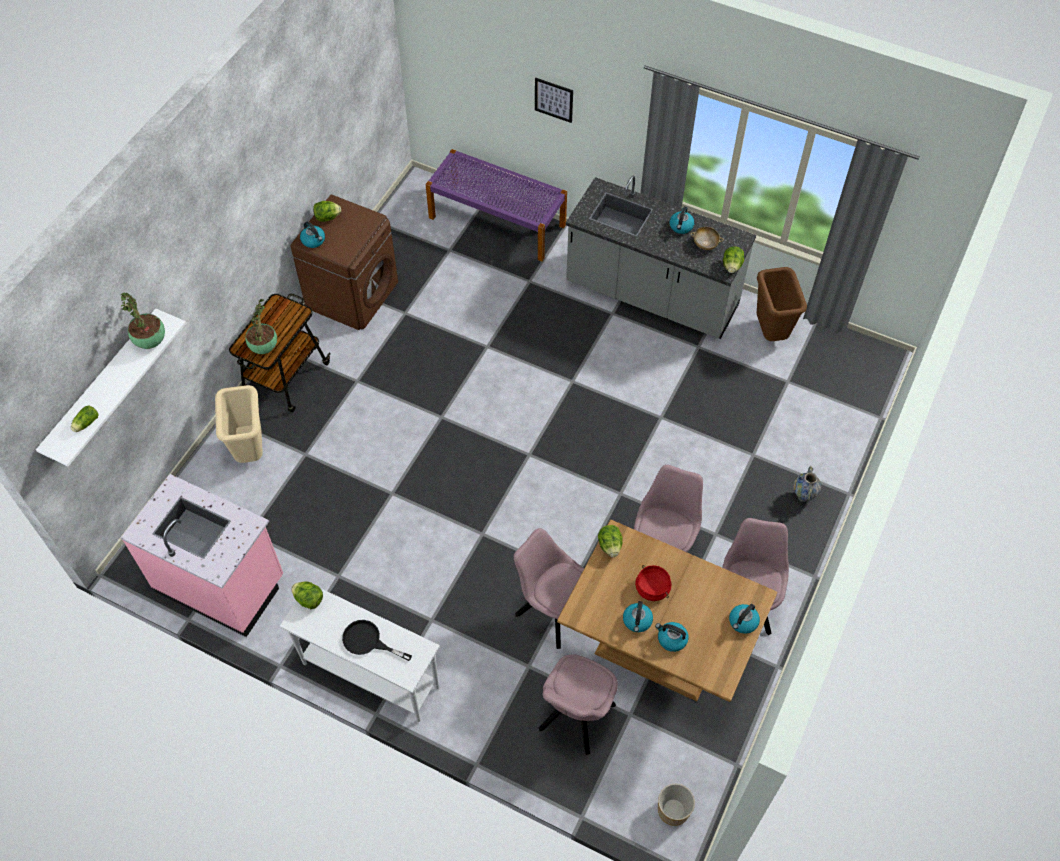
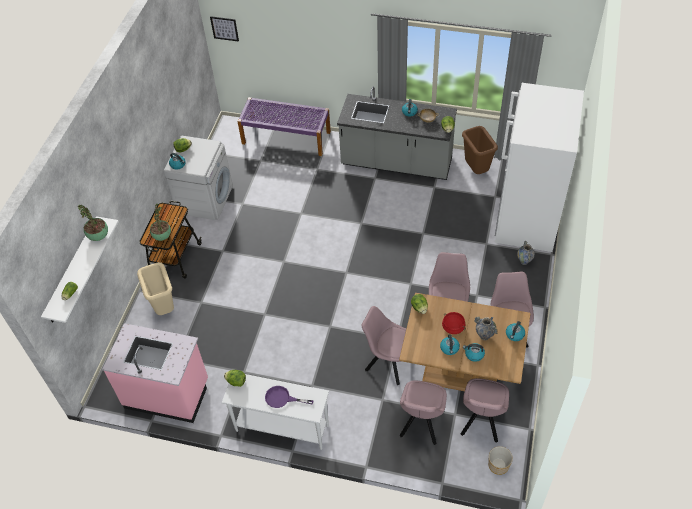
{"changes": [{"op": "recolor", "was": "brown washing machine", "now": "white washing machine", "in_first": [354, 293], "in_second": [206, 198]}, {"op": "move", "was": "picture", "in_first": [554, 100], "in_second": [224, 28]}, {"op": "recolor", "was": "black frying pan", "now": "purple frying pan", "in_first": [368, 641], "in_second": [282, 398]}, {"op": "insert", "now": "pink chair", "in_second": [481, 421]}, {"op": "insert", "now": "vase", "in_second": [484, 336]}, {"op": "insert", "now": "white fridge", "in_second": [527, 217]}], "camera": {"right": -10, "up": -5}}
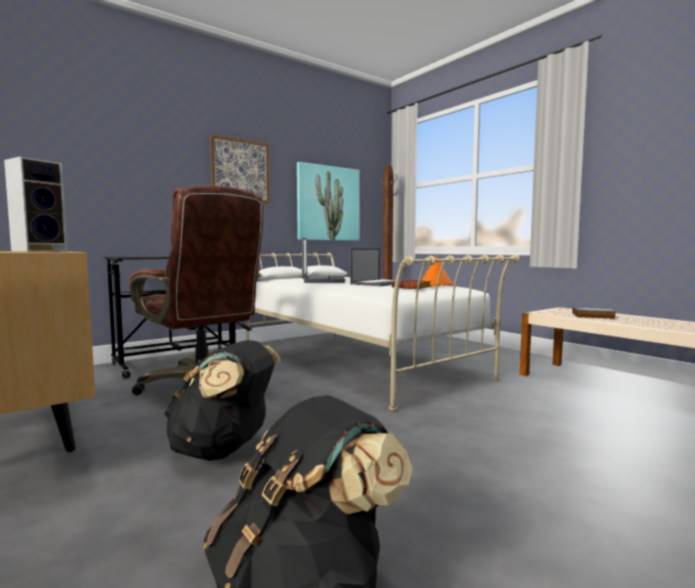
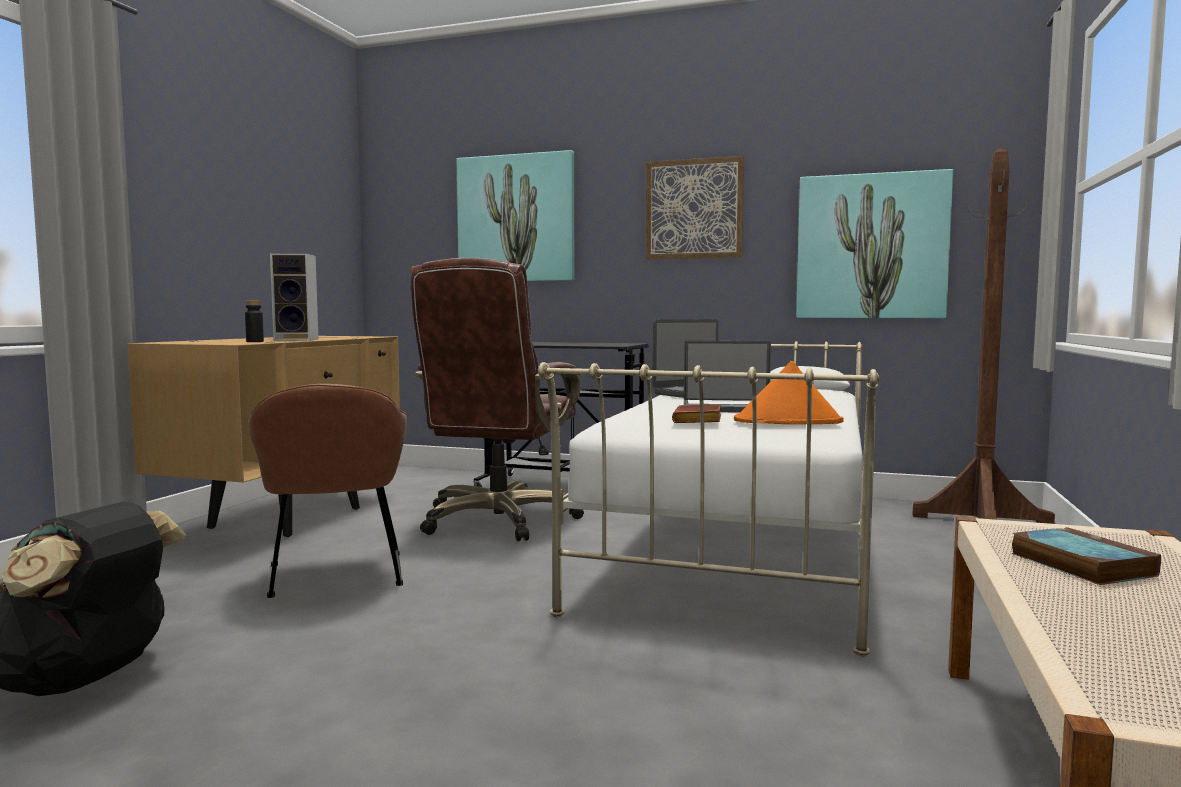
{"changes": [{"op": "insert", "now": "black bottle", "in_second": [255, 342]}, {"op": "replace", "was": "black backpack", "now": "brown armchair", "in_first": [224, 451], "in_second": [334, 578]}, {"op": "insert", "now": "picture", "in_second": [516, 219]}], "camera": {"right": 55, "up": 0}}
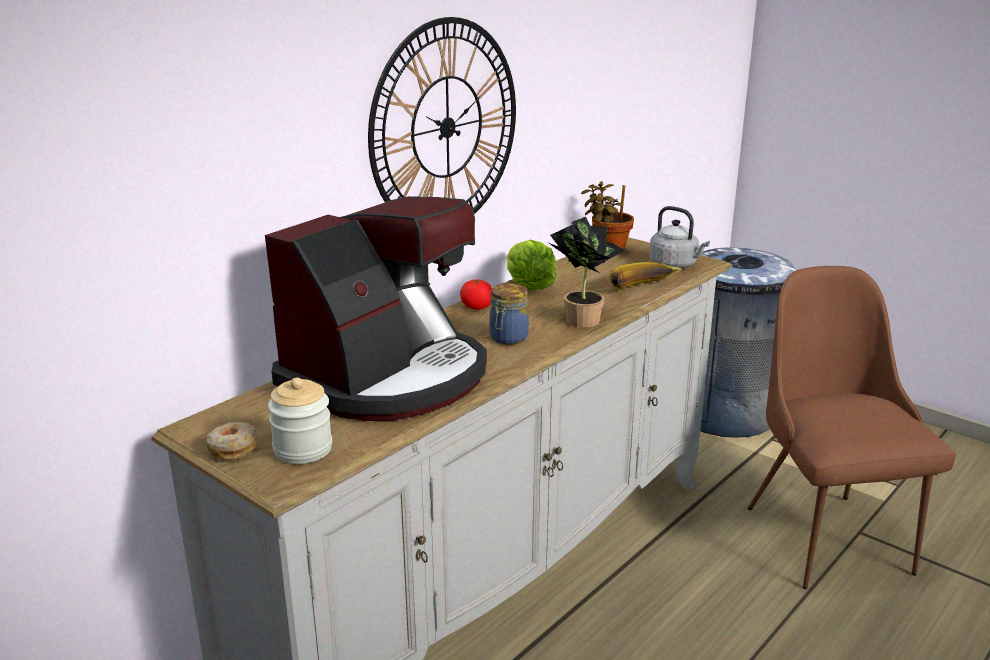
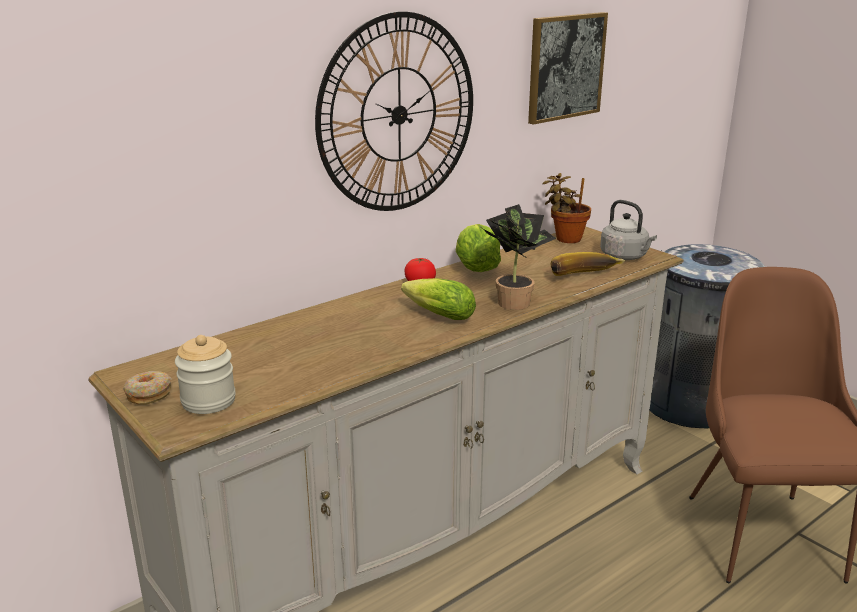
{"changes": [{"op": "replace", "was": "jar", "now": "lettuce", "in_first": [507, 338], "in_second": [436, 315]}, {"op": "insert", "now": "picture", "in_second": [565, 67]}, {"op": "delete", "was": "coffee machine", "in_first": [388, 377]}], "camera": {"right": 10, "up": 0}}
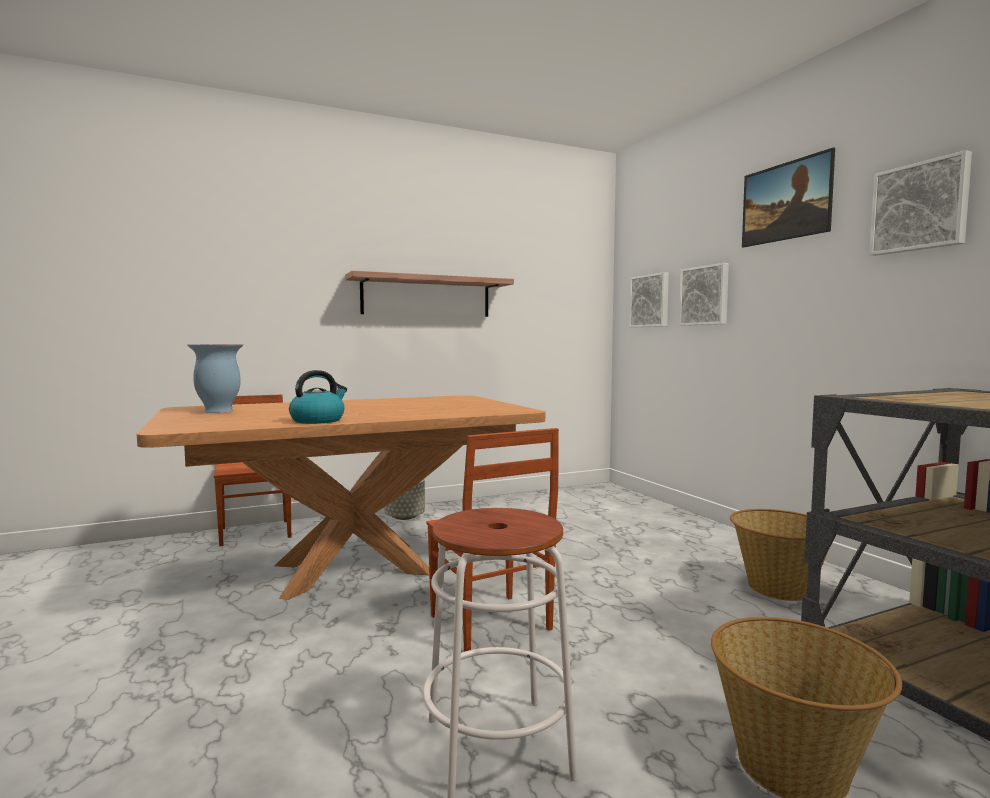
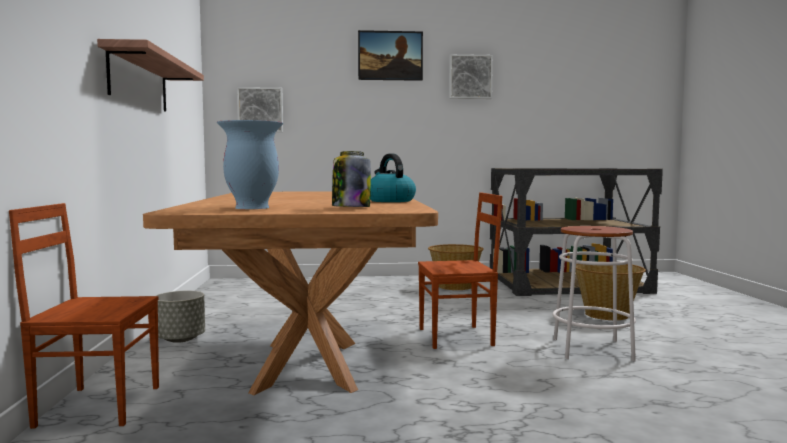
{"changes": [{"op": "insert", "now": "jar", "in_second": [350, 208]}, {"op": "delete", "was": "picture", "in_first": [705, 295]}], "camera": {"right": -70, "up": 0}}
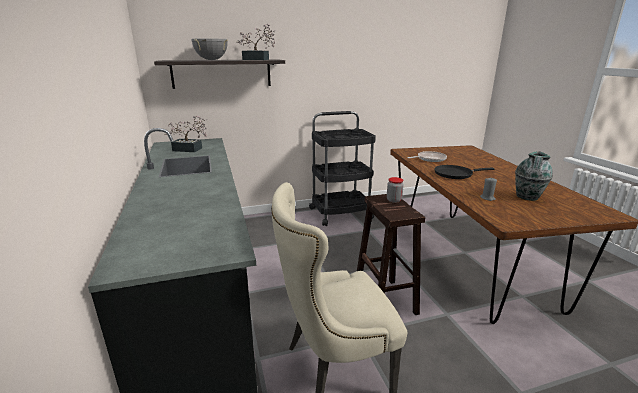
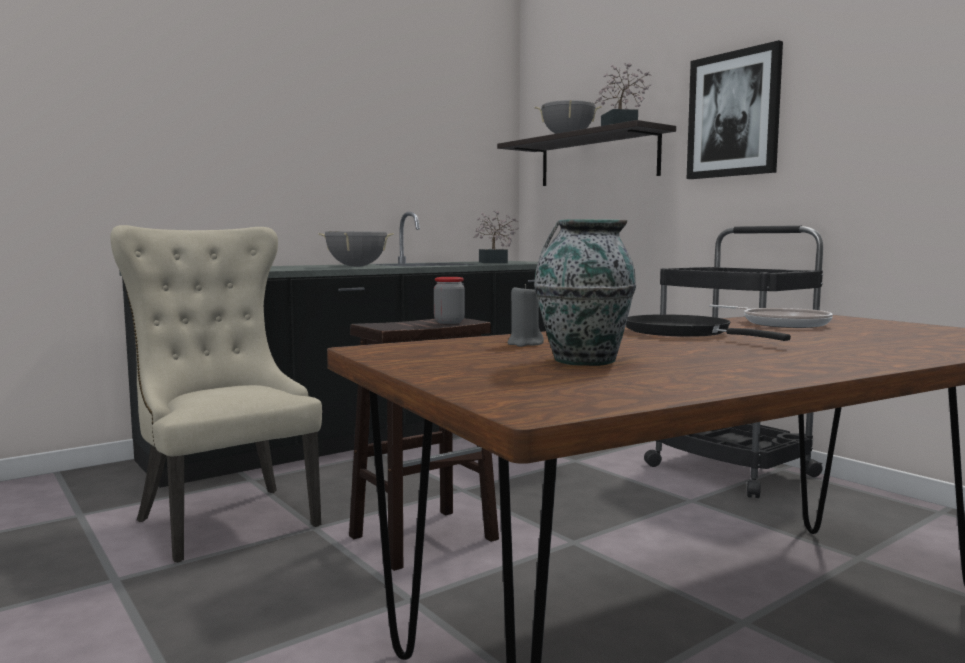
{"changes": [{"op": "insert", "now": "grey cooking pot", "in_second": [356, 266]}, {"op": "insert", "now": "picture", "in_second": [733, 114]}], "camera": {"right": 70, "up": -15}}
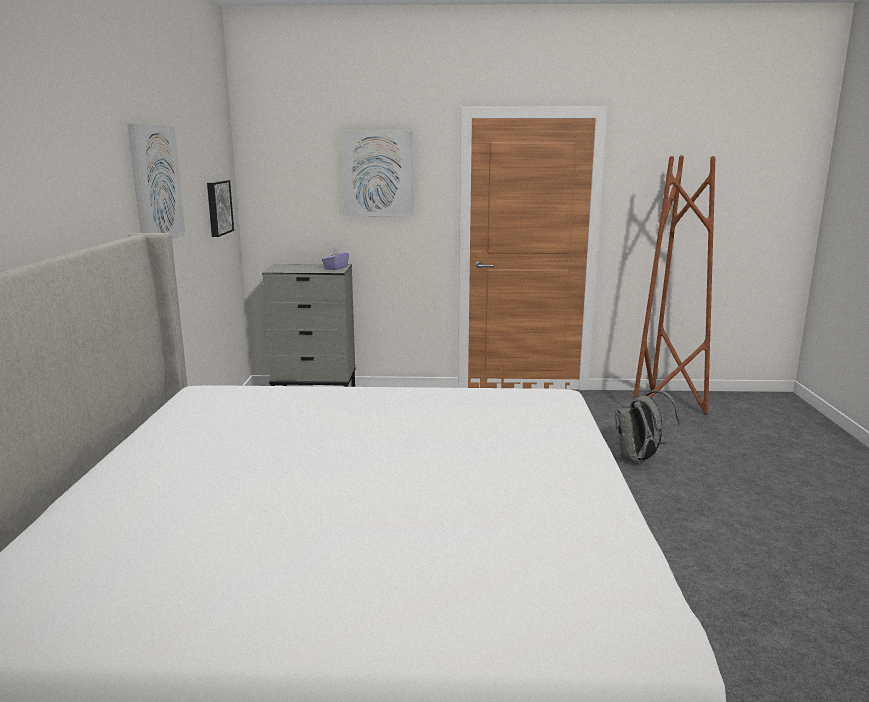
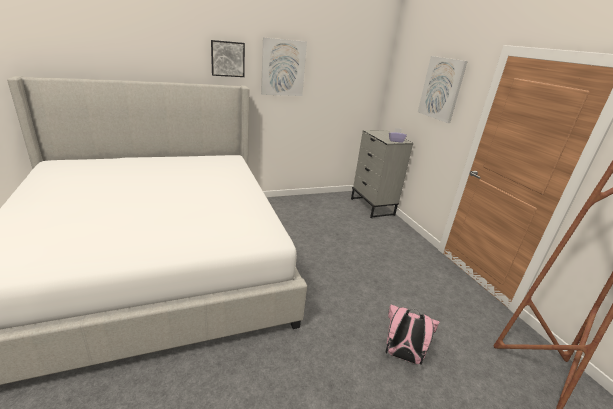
{"changes": [{"op": "move", "was": "picture", "in_first": [218, 207], "in_second": [227, 59]}, {"op": "recolor", "was": "grey backpack", "now": "pink backpack", "in_first": [639, 460], "in_second": [401, 355]}], "camera": {"right": 65, "up": 10}}
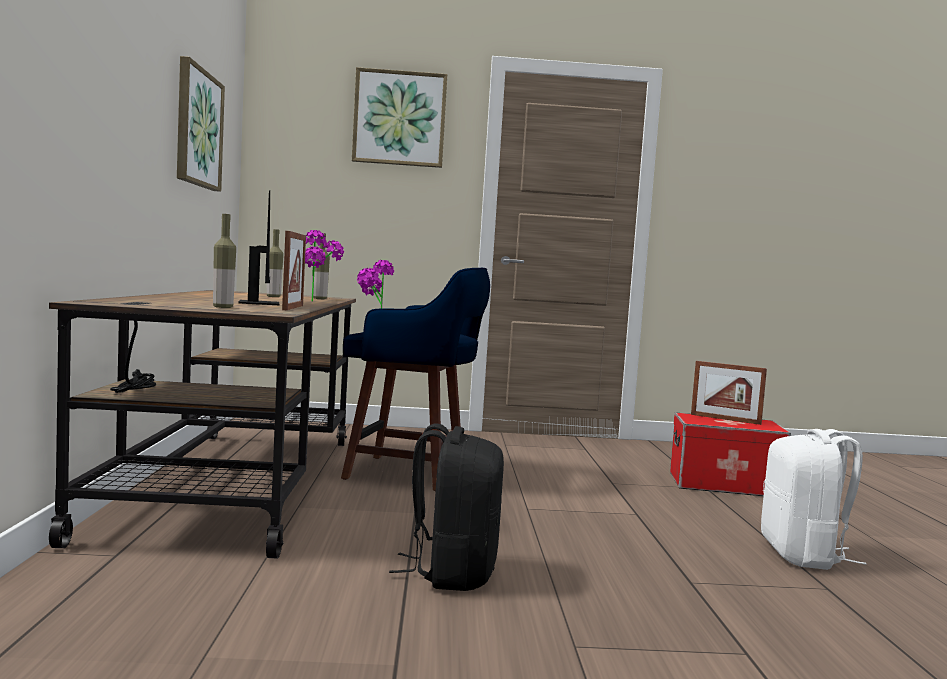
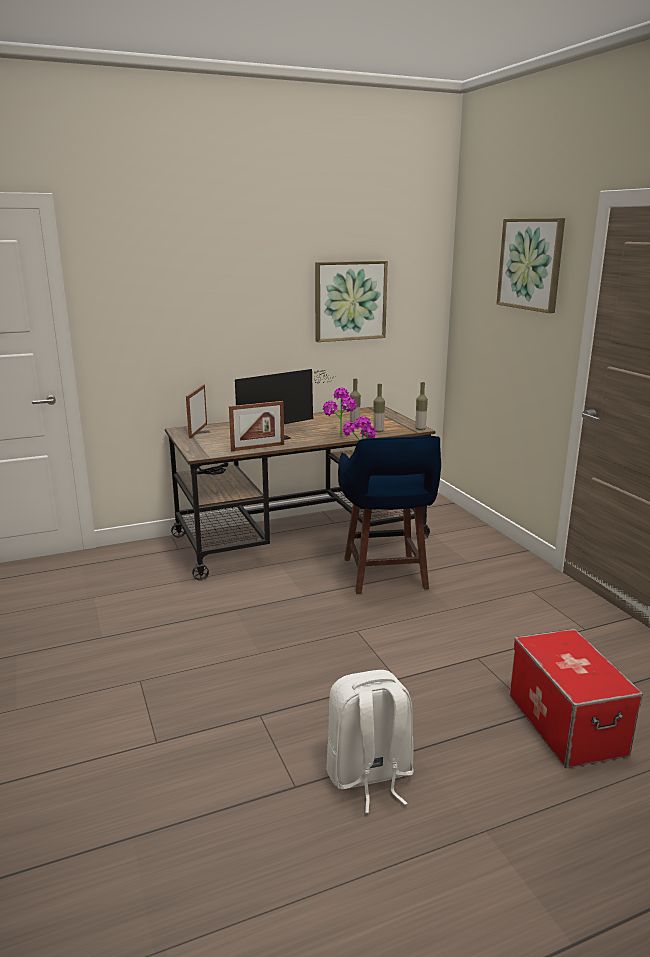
{"changes": [{"op": "move", "was": "picture frame", "in_first": [725, 419], "in_second": [198, 431]}, {"op": "move", "was": "bottle", "in_first": [223, 307], "in_second": [420, 429]}, {"op": "delete", "was": "black backpack", "in_first": [452, 573]}], "camera": {"right": 70, "up": 15}}
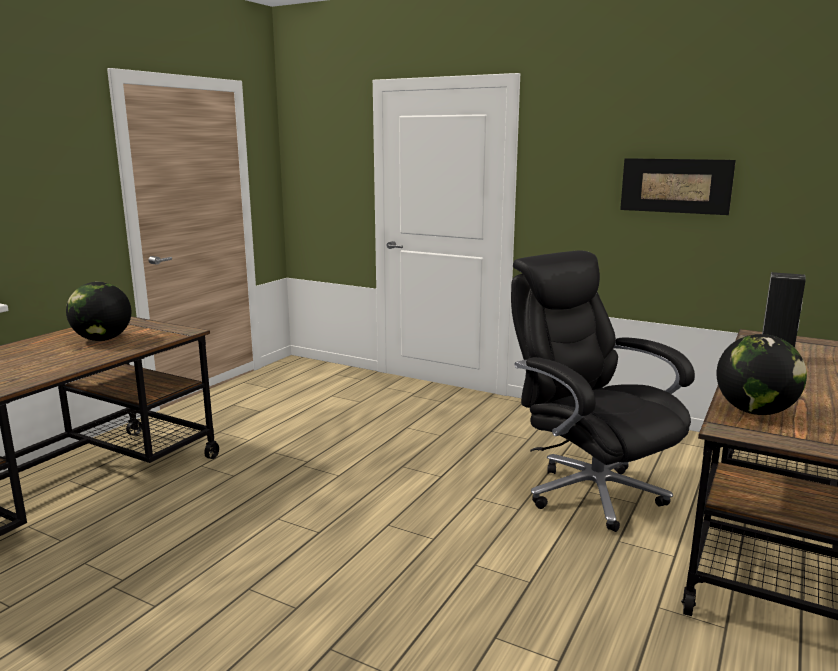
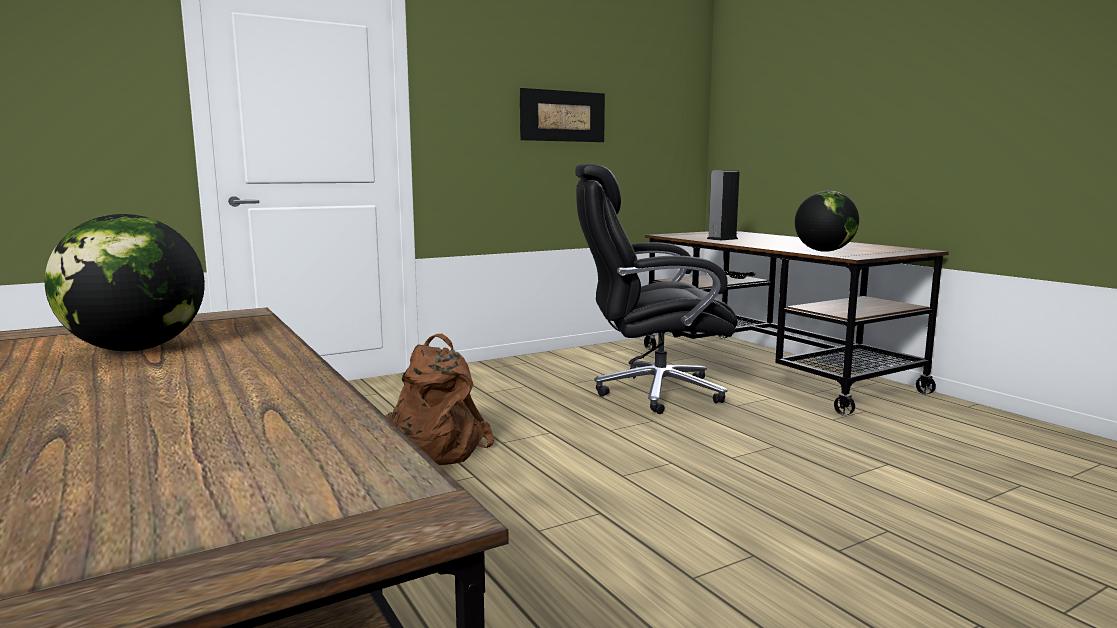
{"changes": [{"op": "insert", "now": "brown backpack", "in_second": [431, 448]}], "camera": {"right": -60, "up": -5}}
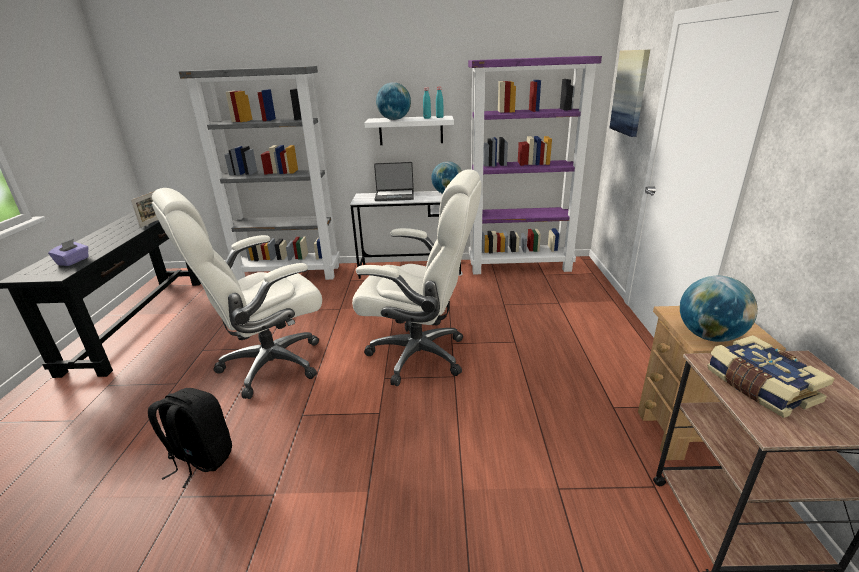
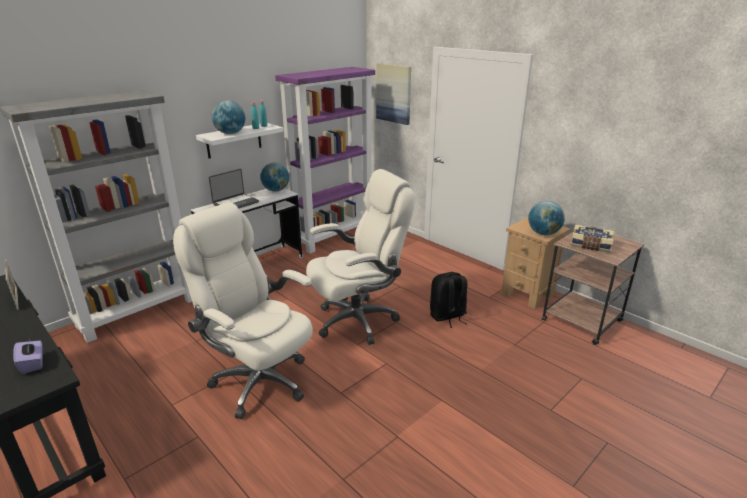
{"changes": [{"op": "rotate", "was": "white office chair", "in_first": [269, 365], "in_second": [259, 381], "clockwise": 120}, {"op": "move", "was": "black backpack", "in_first": [200, 459], "in_second": [448, 316]}], "camera": {"right": -45, "up": 0}}
